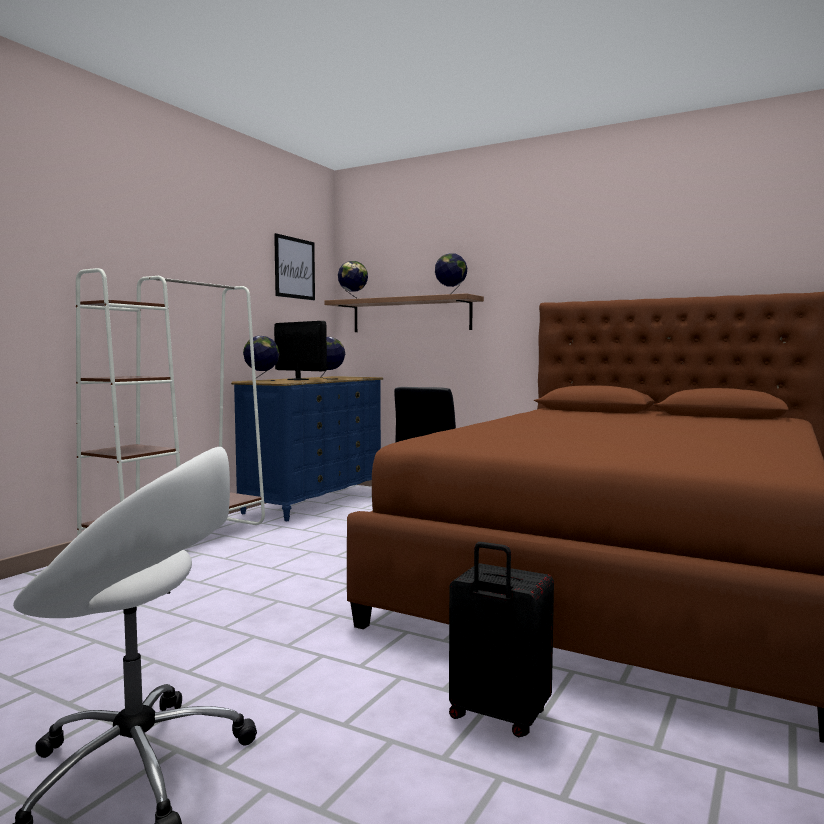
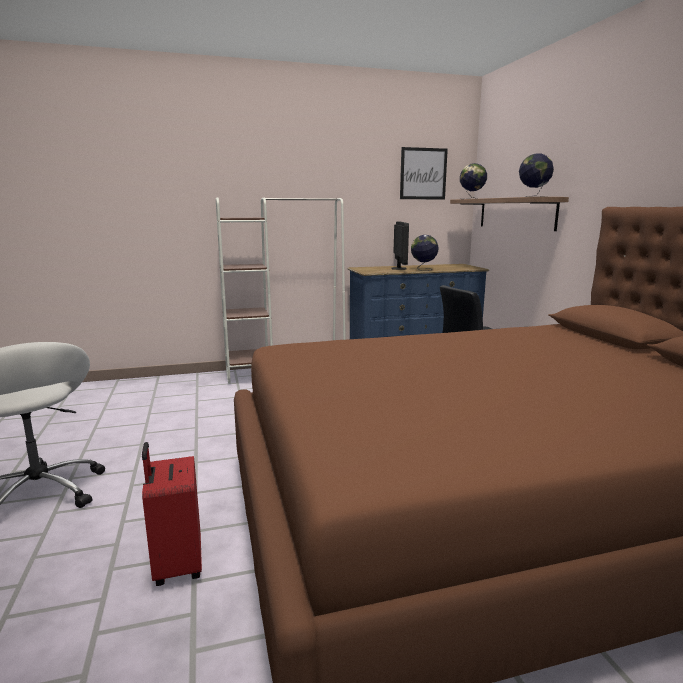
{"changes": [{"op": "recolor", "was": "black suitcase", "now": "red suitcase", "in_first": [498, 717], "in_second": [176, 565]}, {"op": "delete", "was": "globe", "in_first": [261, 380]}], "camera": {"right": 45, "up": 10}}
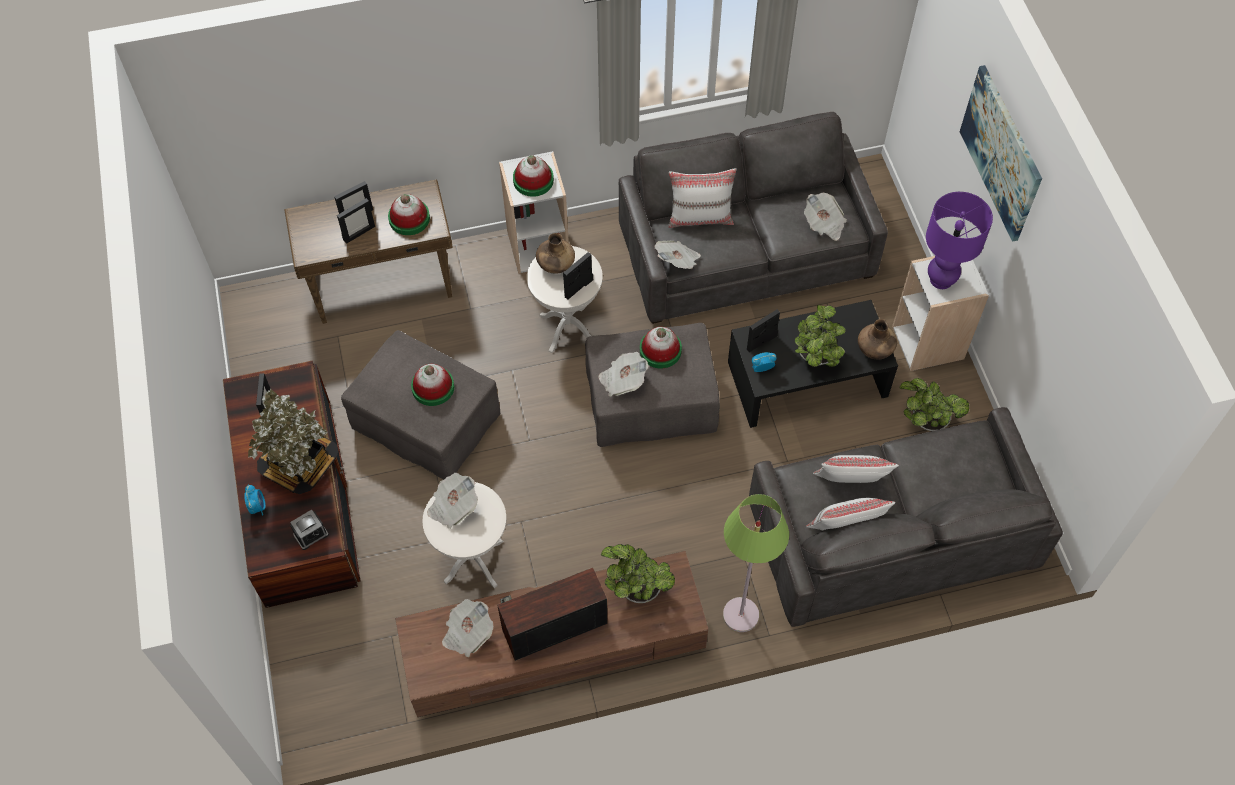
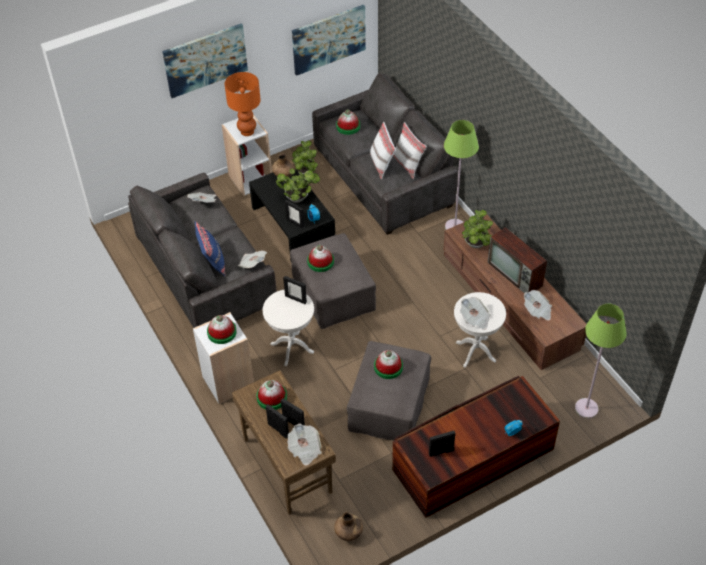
{"changes": [{"op": "recolor", "was": "white pillow", "now": "blue pillow", "in_first": [700, 217], "in_second": [212, 262]}, {"op": "recolor", "was": "purple table lamp", "now": "orange table lamp", "in_first": [941, 280], "in_second": [247, 131]}, {"op": "move", "was": "newspaper", "in_first": [622, 380], "in_second": [305, 449]}, {"op": "insert", "now": "picture", "in_second": [328, 39]}, {"op": "move", "was": "brown vase", "in_first": [555, 265], "in_second": [349, 533]}, {"op": "insert", "now": "hat", "in_second": [348, 126]}, {"op": "insert", "now": "green floor lamp", "in_second": [586, 409]}, {"op": "delete", "was": "potted plant", "in_first": [299, 463]}, {"op": "delete", "was": "alarm clock", "in_first": [311, 535]}], "camera": {"right": -105, "up": -10}}
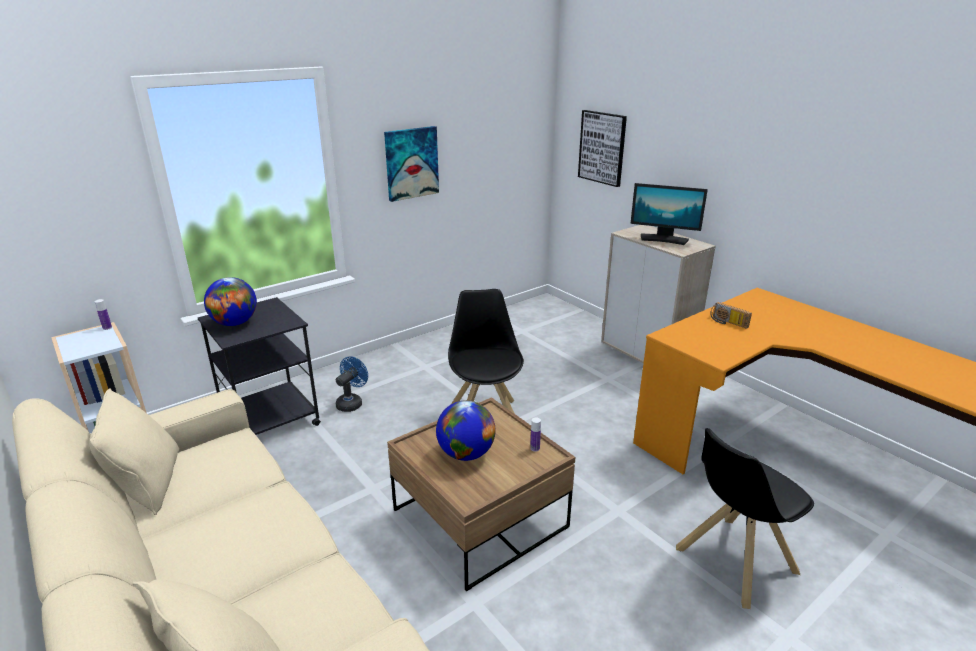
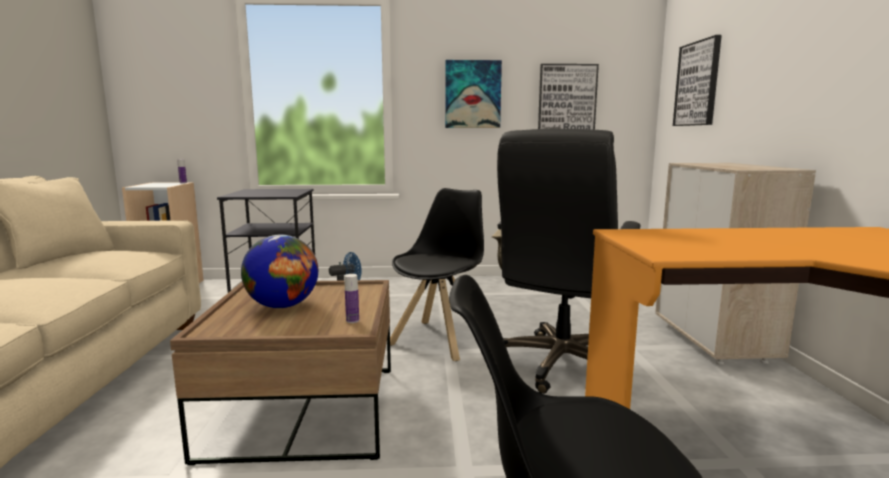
{"changes": [{"op": "insert", "now": "black office chair", "in_second": [561, 361]}, {"op": "insert", "now": "picture", "in_second": [567, 100]}, {"op": "delete", "was": "globe", "in_first": [235, 323]}, {"op": "delete", "was": "monitor", "in_first": [663, 239]}, {"op": "delete", "was": "radio", "in_first": [727, 323]}], "camera": {"right": 35, "up": -15}}
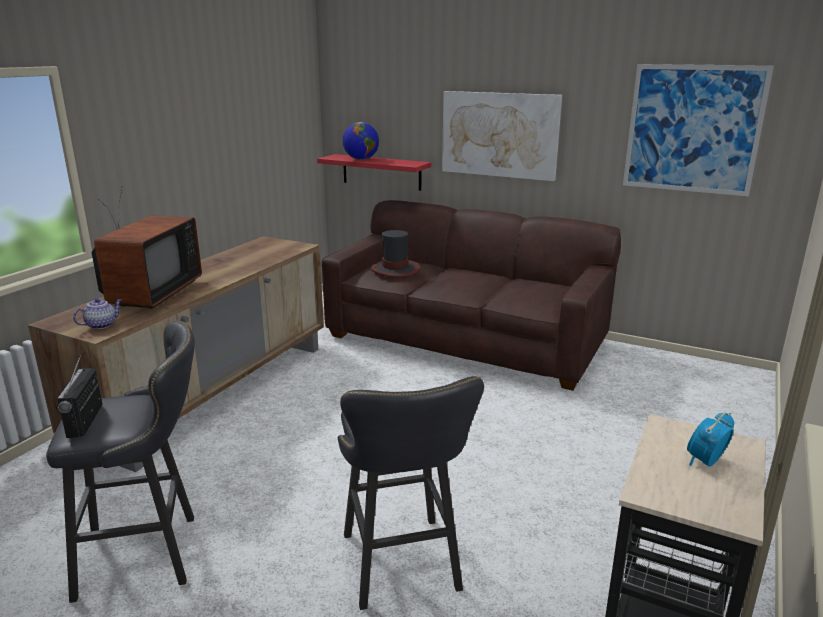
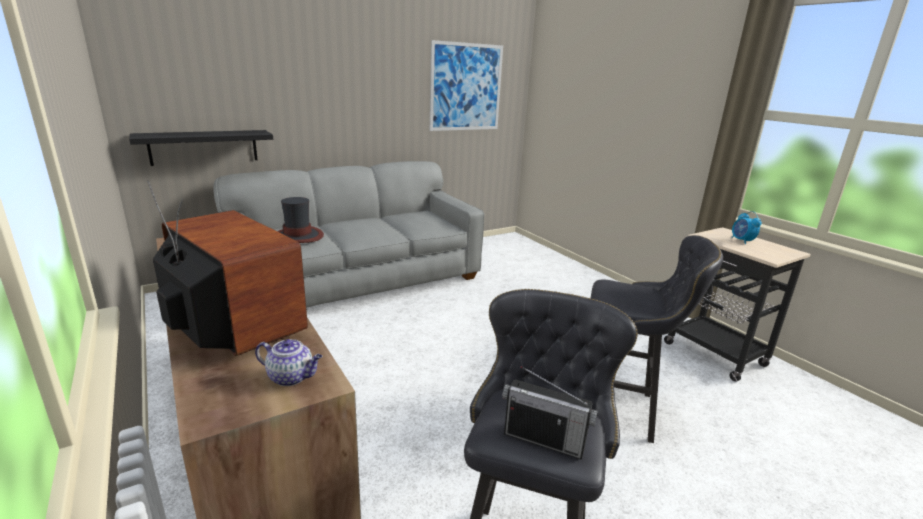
{"changes": [{"op": "recolor", "was": "red shelf", "now": "black shelf", "in_first": [381, 172], "in_second": [204, 147]}, {"op": "recolor", "was": "brown sofa", "now": "grey sofa", "in_first": [464, 340], "in_second": [358, 280]}, {"op": "rotate", "was": "teapot", "in_first": [101, 325], "in_second": [292, 377], "clockwise": 120}, {"op": "delete", "was": "globe", "in_first": [361, 159]}, {"op": "delete", "was": "picture", "in_first": [499, 135]}], "camera": {"right": -60, "up": 0}}
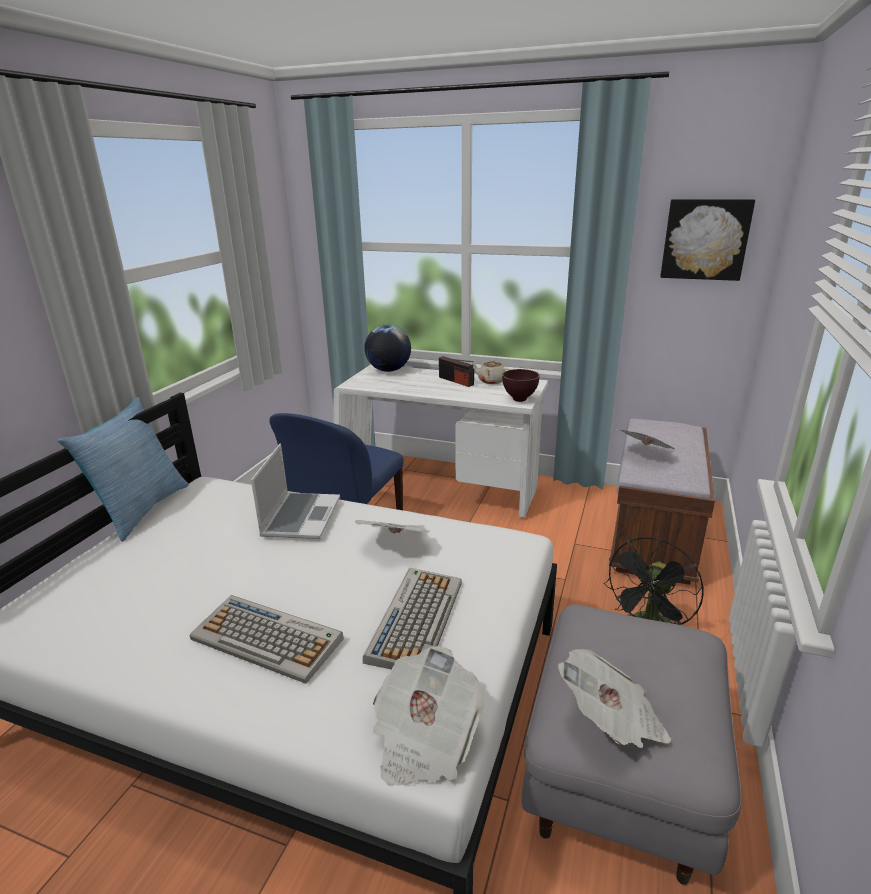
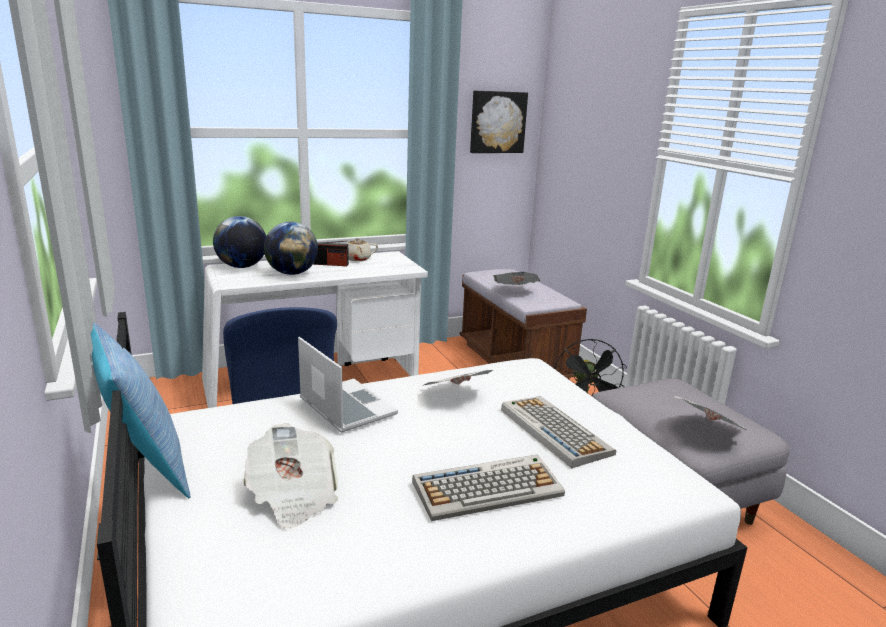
{"changes": [{"op": "move", "was": "newspaper", "in_first": [424, 738], "in_second": [293, 496]}, {"op": "insert", "now": "globe", "in_second": [292, 273]}, {"op": "delete", "was": "brown bowl", "in_first": [519, 399]}], "camera": {"right": -45, "up": -5}}
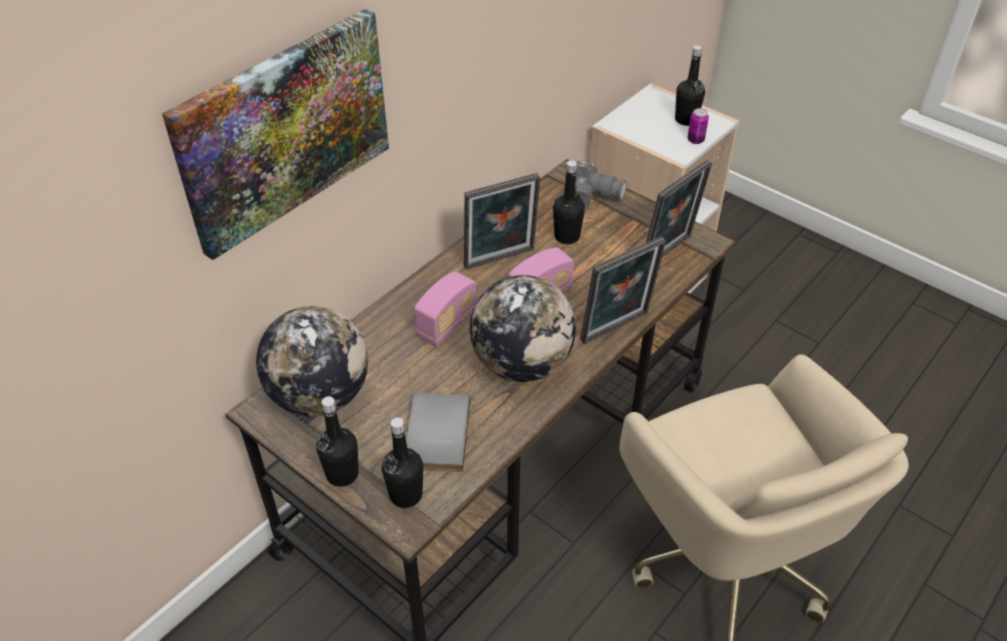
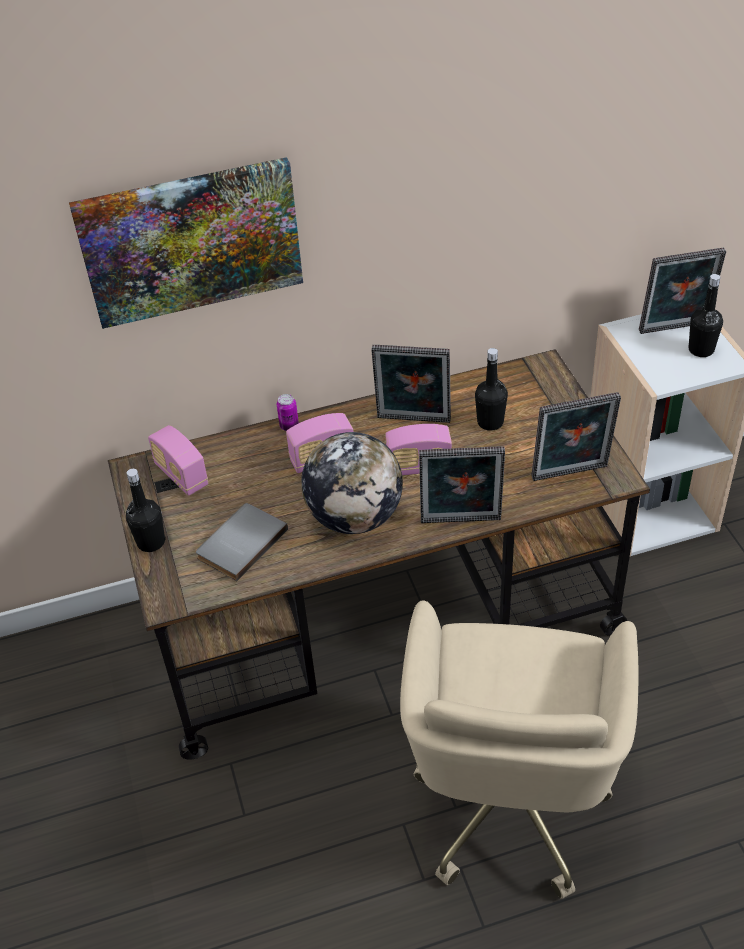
{"changes": [{"op": "replace", "was": "globe", "now": "radio", "in_first": [320, 396], "in_second": [181, 475]}, {"op": "move", "was": "can", "in_first": [695, 140], "in_second": [289, 426]}, {"op": "insert", "now": "picture frame", "in_second": [674, 329]}, {"op": "delete", "was": "black bottle", "in_first": [406, 495]}, {"op": "delete", "was": "photo camera", "in_first": [593, 195]}], "camera": {"right": 35, "up": 0}}
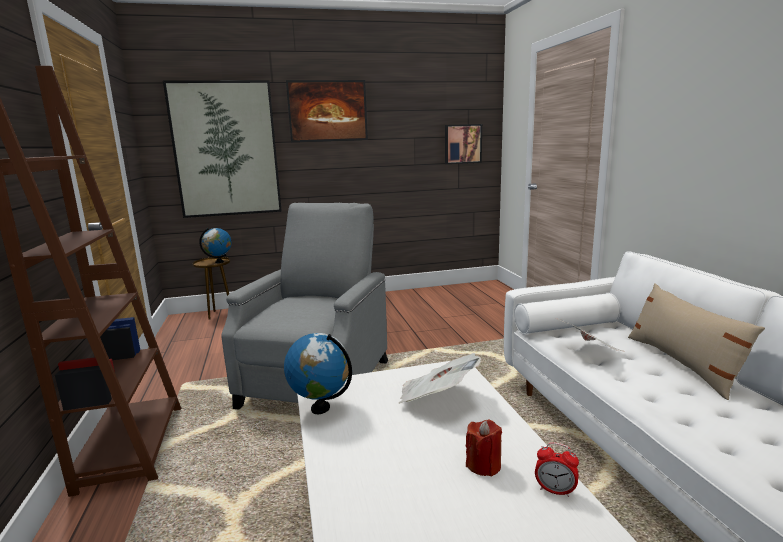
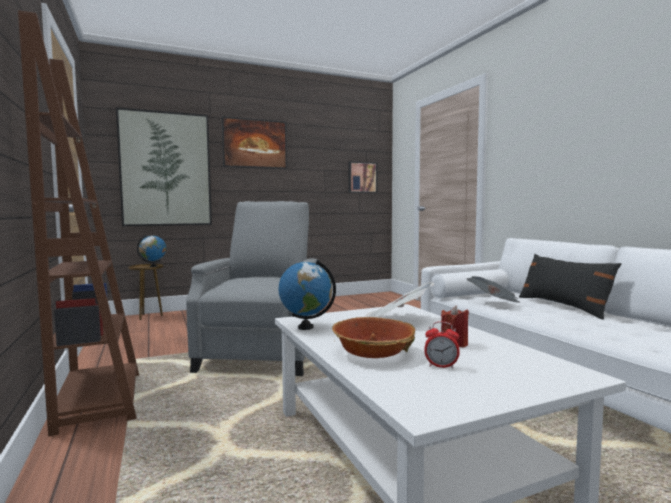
{"changes": [{"op": "insert", "now": "bowl", "in_second": [372, 353]}, {"op": "move", "was": "alarm clock", "in_first": [555, 490], "in_second": [441, 366]}, {"op": "recolor", "was": "beige pillow", "now": "black pillow", "in_first": [682, 363], "in_second": [563, 306]}], "camera": {"right": -10, "up": -10}}
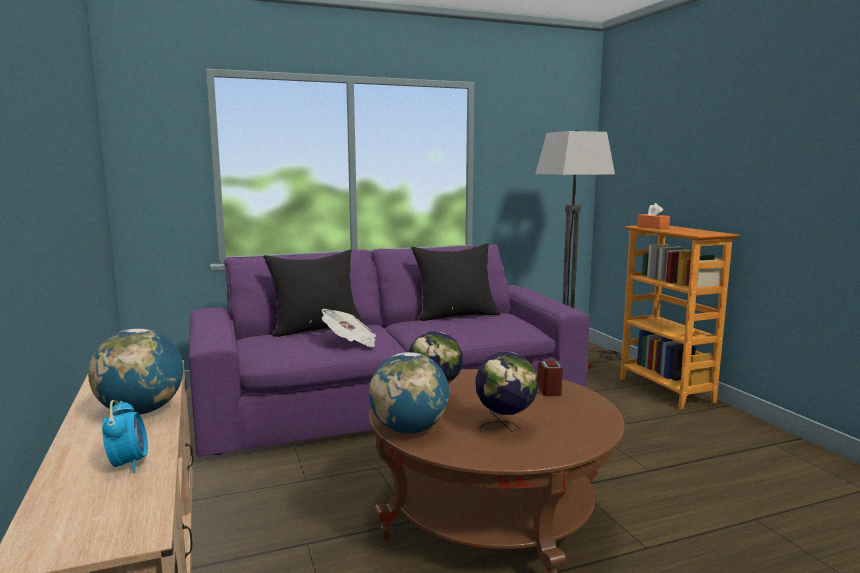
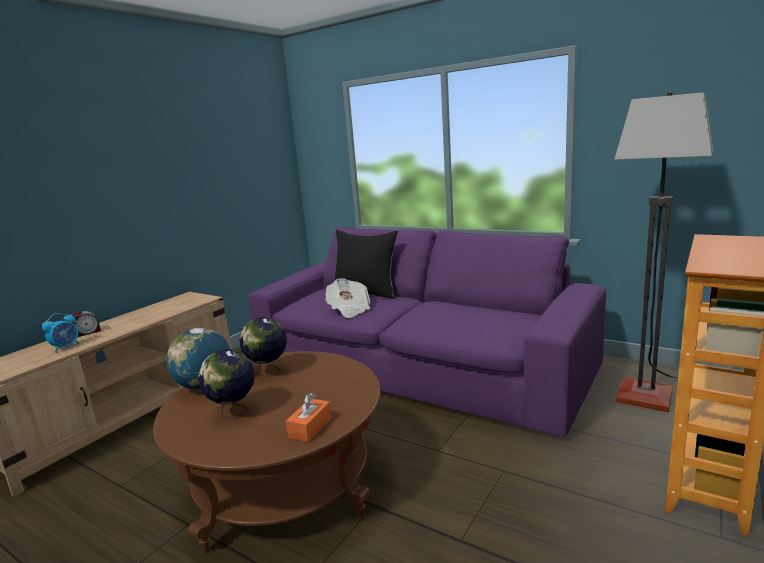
{"changes": [{"op": "move", "was": "alarm clock", "in_first": [549, 390], "in_second": [86, 333]}, {"op": "move", "was": "orange tissue box", "in_first": [652, 227], "in_second": [310, 427]}, {"op": "delete", "was": "globe", "in_first": [141, 411]}, {"op": "delete", "was": "black pillow", "in_first": [456, 315]}], "camera": {"right": 55, "up": 5}}
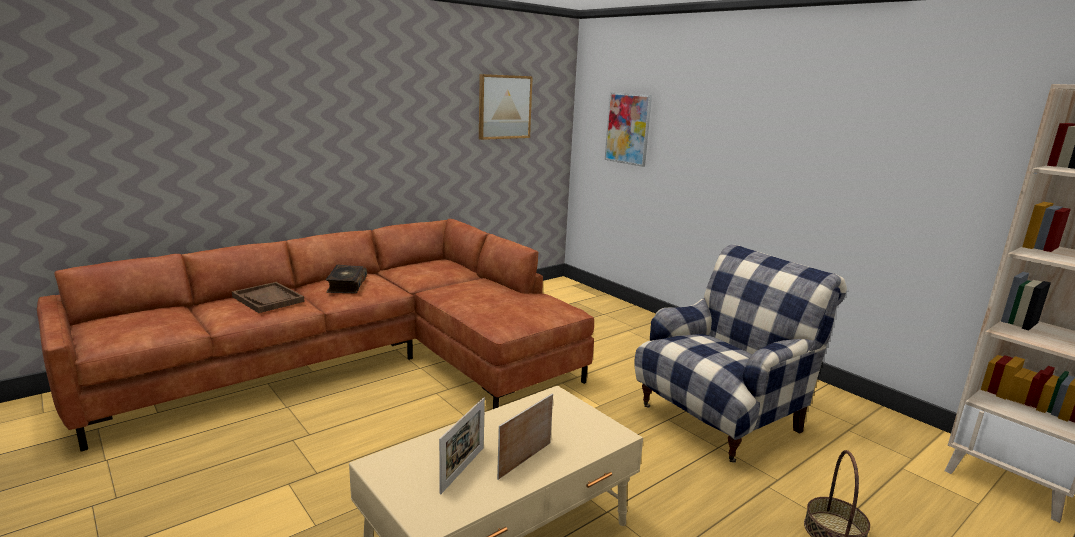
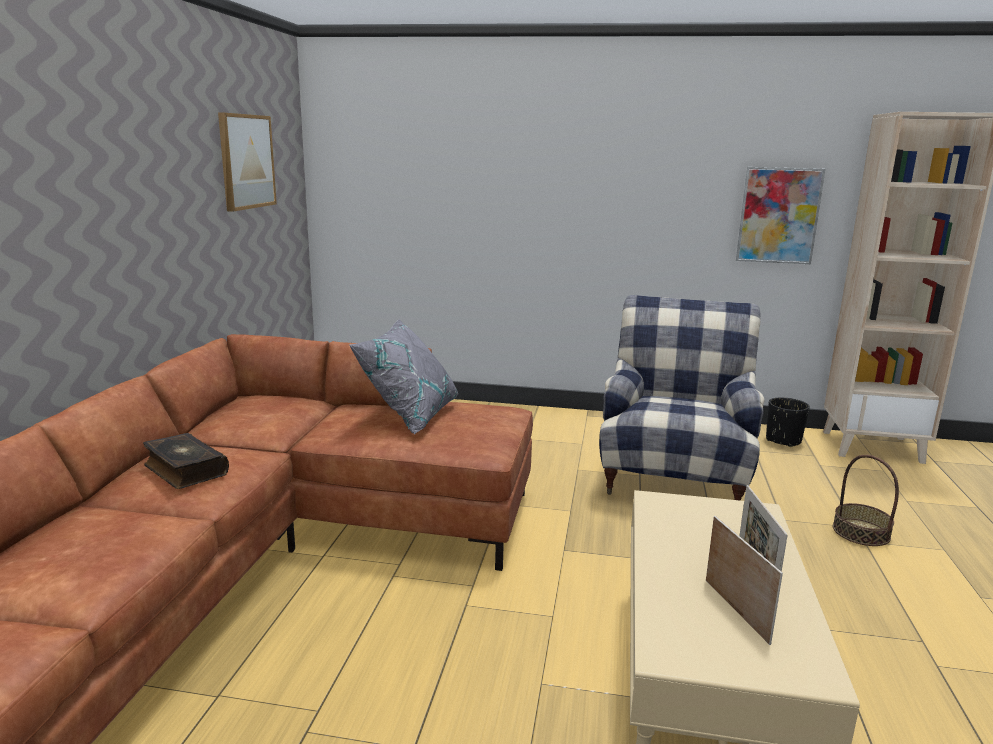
{"changes": [{"op": "insert", "now": "grey pillow", "in_second": [409, 415]}, {"op": "move", "was": "picture", "in_first": [628, 128], "in_second": [778, 215]}, {"op": "insert", "now": "black planter", "in_second": [783, 440]}, {"op": "delete", "was": "brown tray", "in_first": [268, 299]}], "camera": {"right": -40, "up": 0}}
